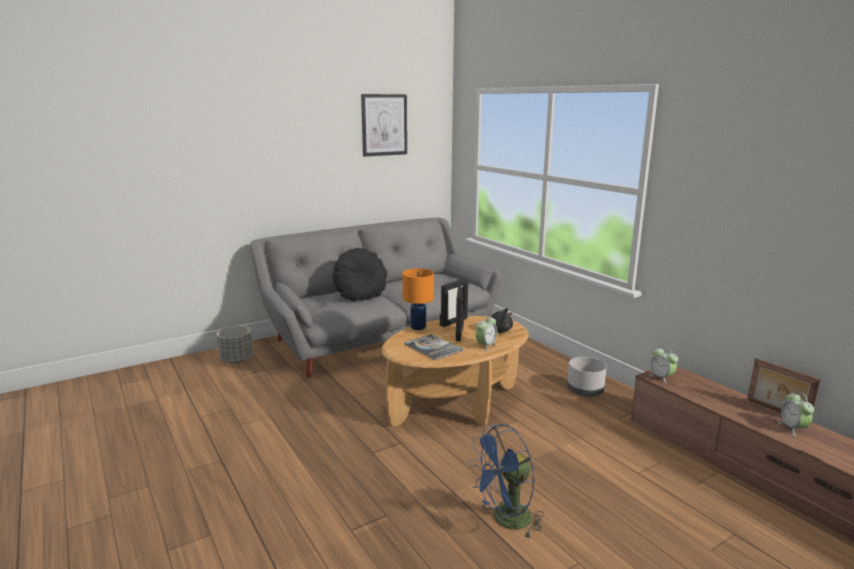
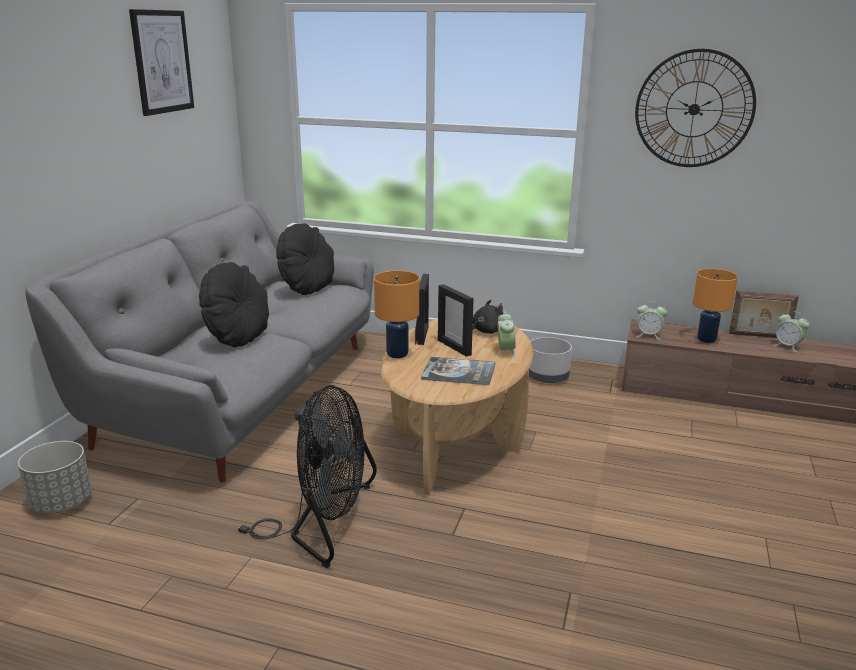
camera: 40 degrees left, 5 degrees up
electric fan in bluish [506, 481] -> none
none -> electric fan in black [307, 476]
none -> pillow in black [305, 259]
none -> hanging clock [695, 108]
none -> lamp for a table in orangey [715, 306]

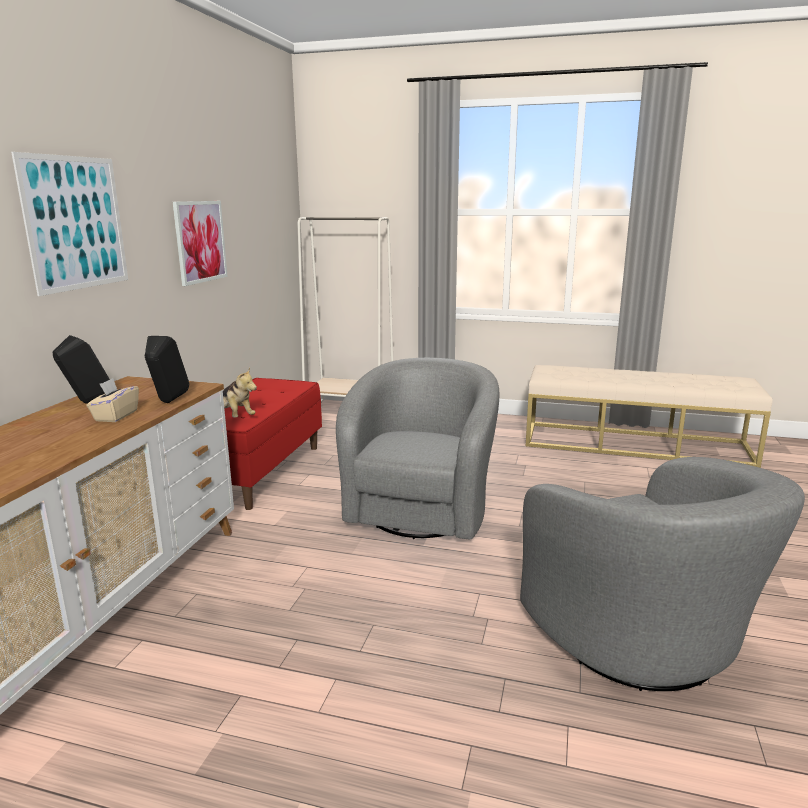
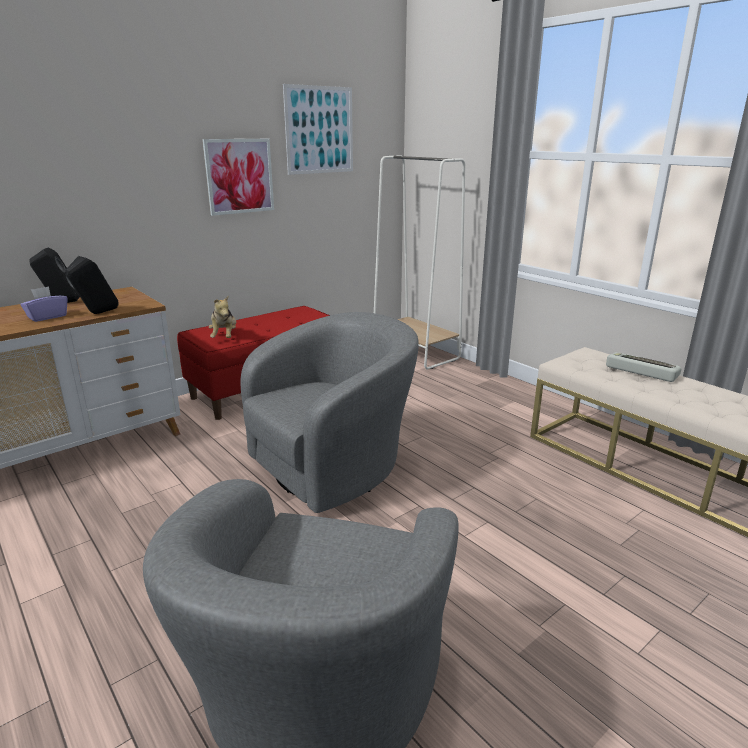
camera: 35 degrees right, 5 degrees up
picture [69, 224] -> picture [318, 129], relocated
box of tissues in sand-coloured [112, 400] -> box of tissues in purplish [44, 304]
none -> PC keyboard [643, 367]

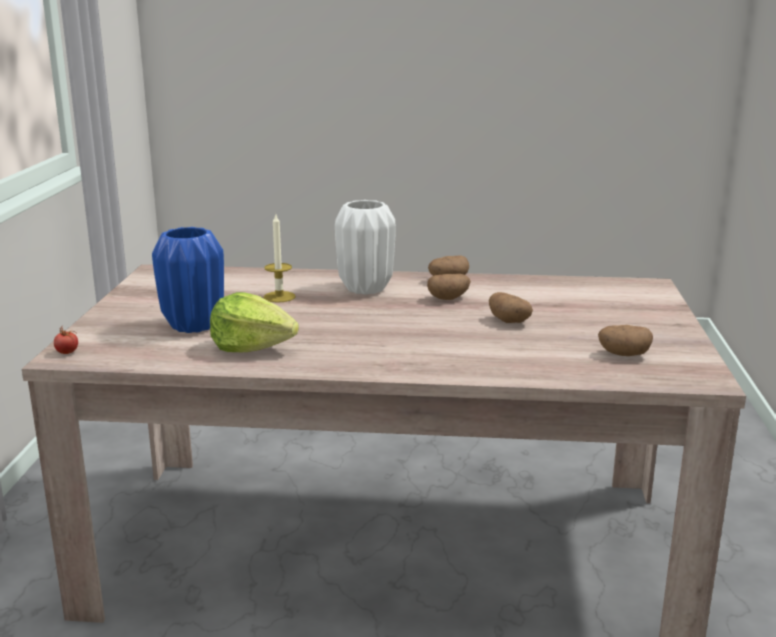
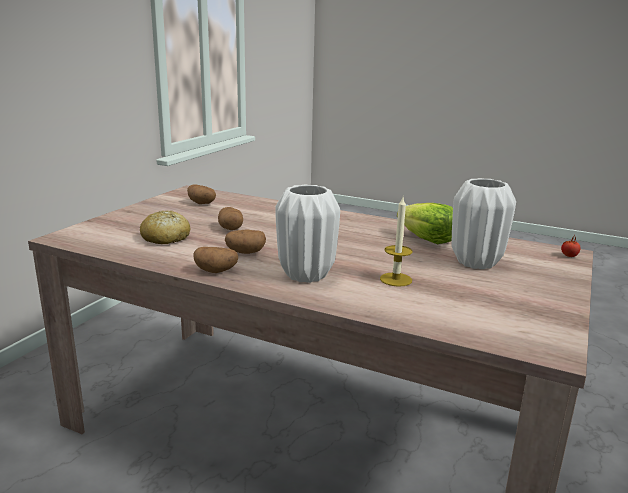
camera: 160 degrees left, 0 degrees up
vase in bluish [188, 280] -> vase in white-coloured [484, 223]
none -> baked bread [165, 227]

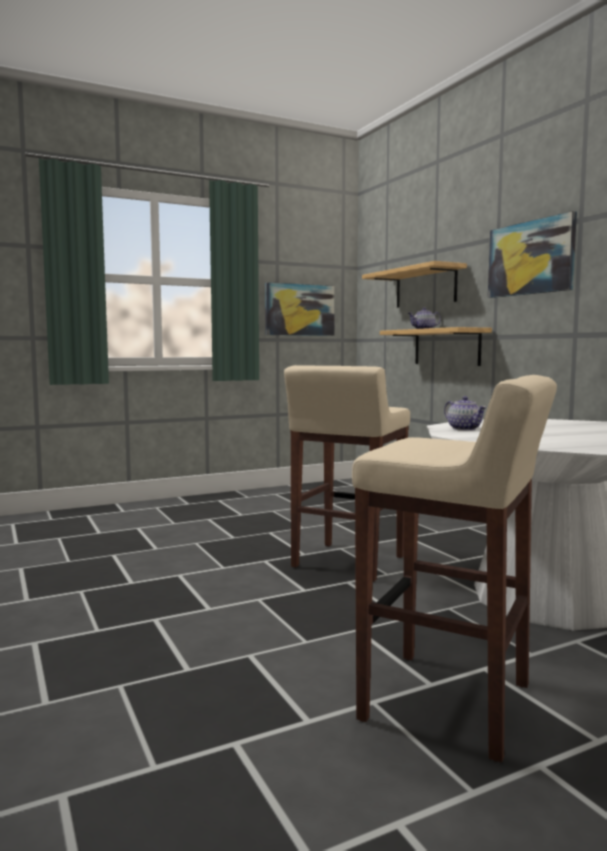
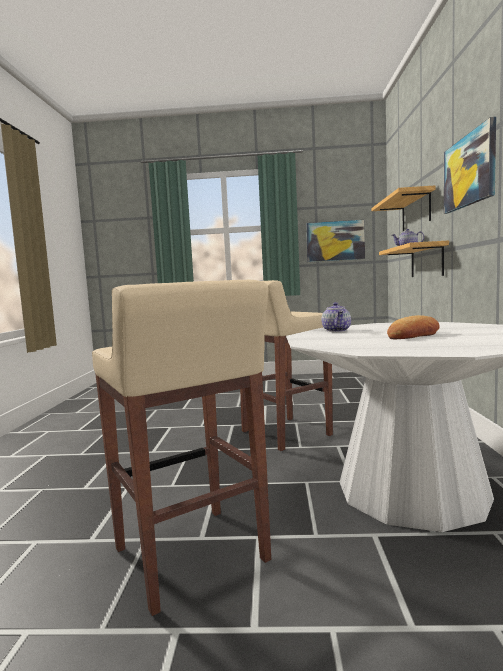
camera: 30 degrees right, 0 degrees up
none -> baked bread [413, 327]

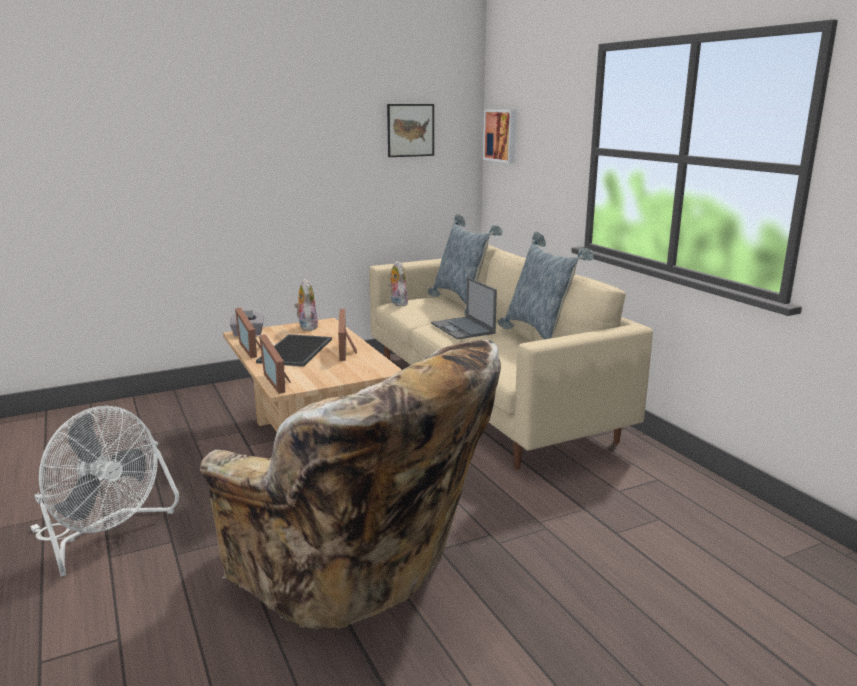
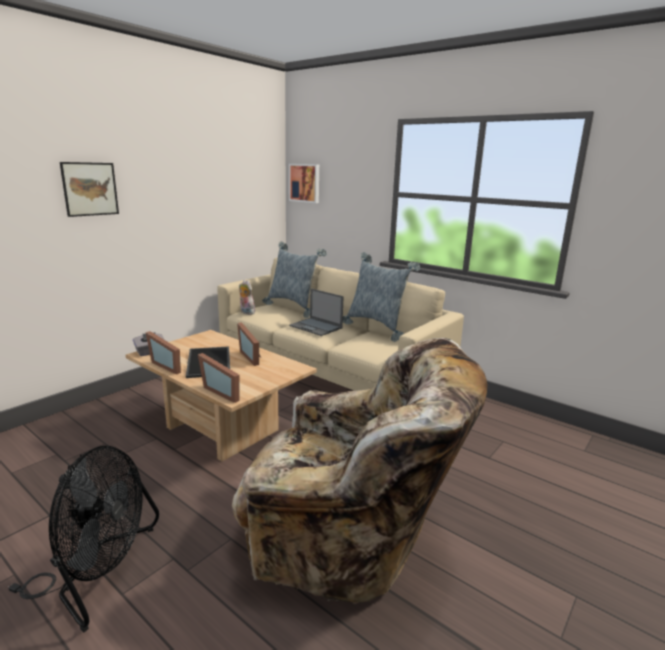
camera: 25 degrees left, 0 degrees up
electric fan in white-coloured [105, 491] -> electric fan in black [84, 539]
plush toy [306, 305] -> none
picture [410, 130] -> picture [89, 189], relocated

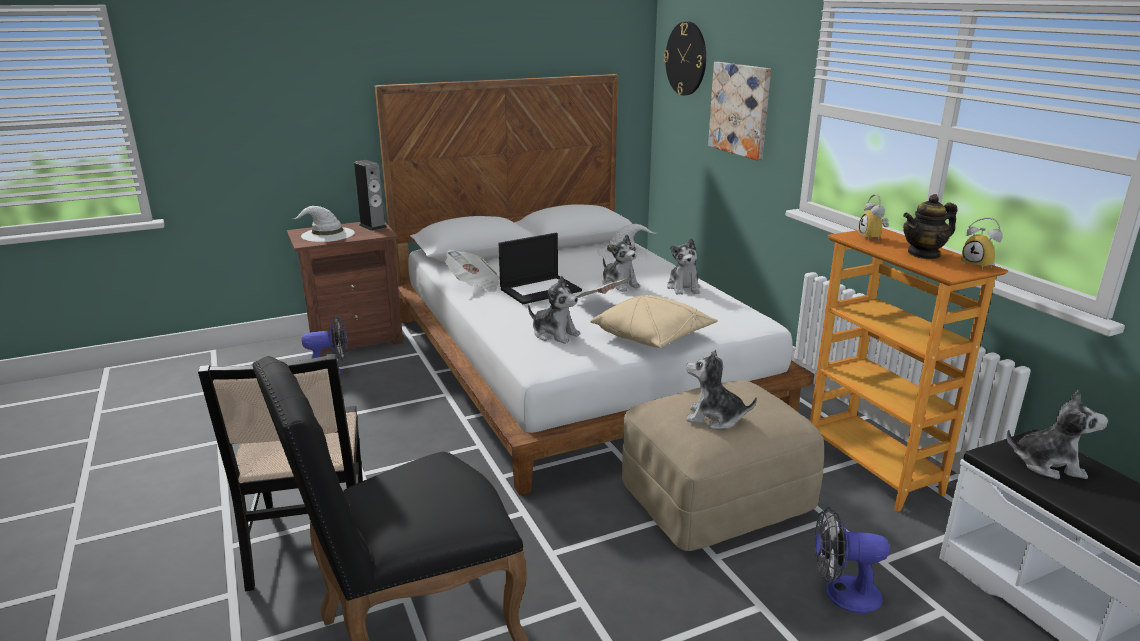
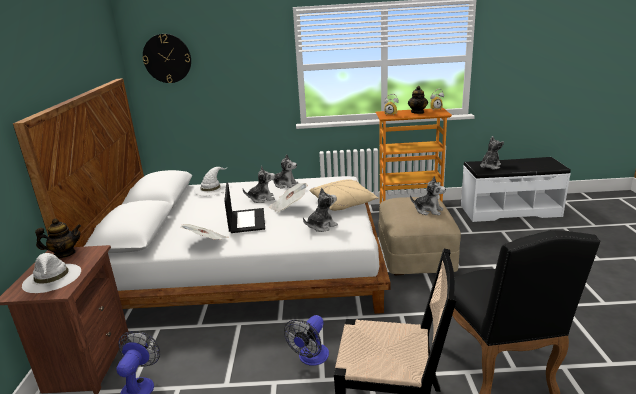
camera: 65 degrees left, 0 degrees up
loudspeaker [370, 195] -> tea pot [58, 238]
plush toy [721, 389] -> plush toy [428, 196], 105 degrees counterclockwise
picture [739, 111] -> none
electric fan [852, 560] -> electric fan [306, 340], relocated

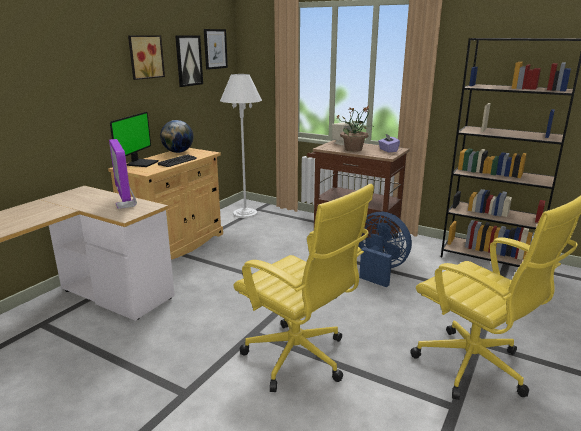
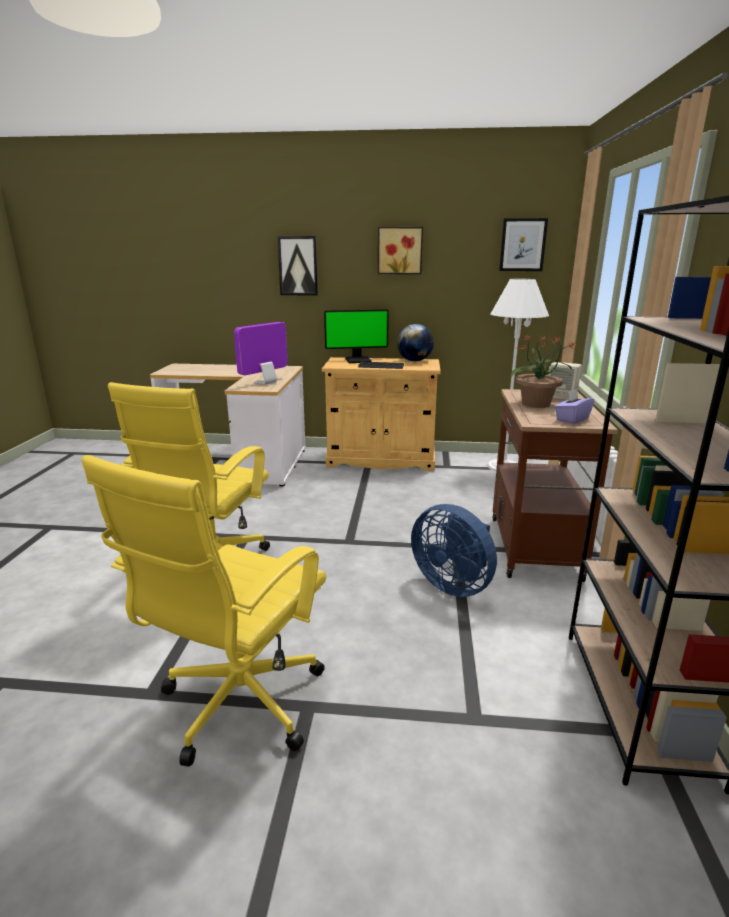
camera: 65 degrees right, 0 degrees up
picture [189, 61] -> picture [297, 266], relocated
electric fan in bluish [385, 249] -> electric fan in bluish [454, 550], 120 degrees clockwise

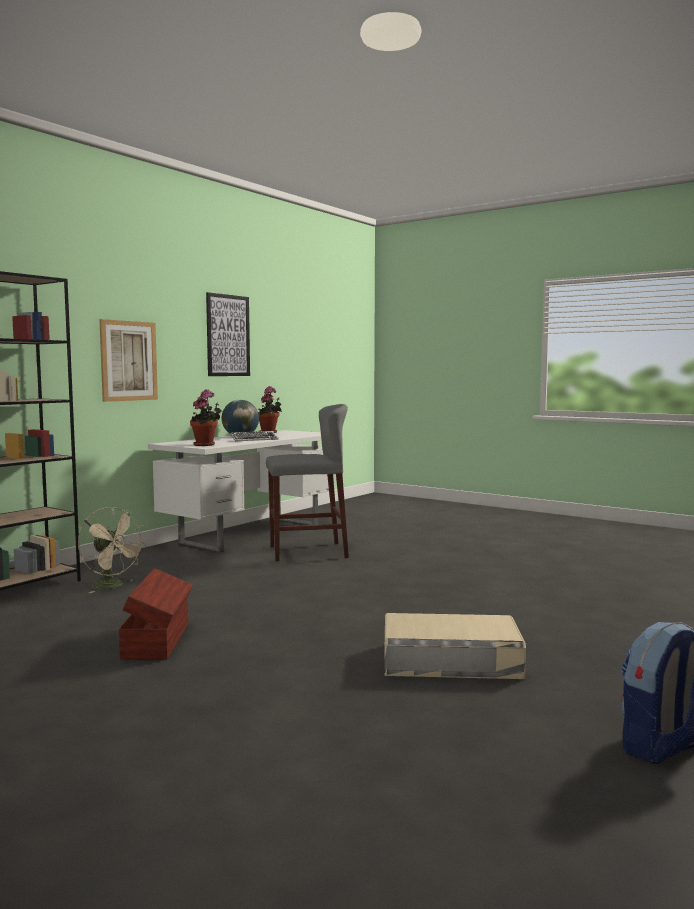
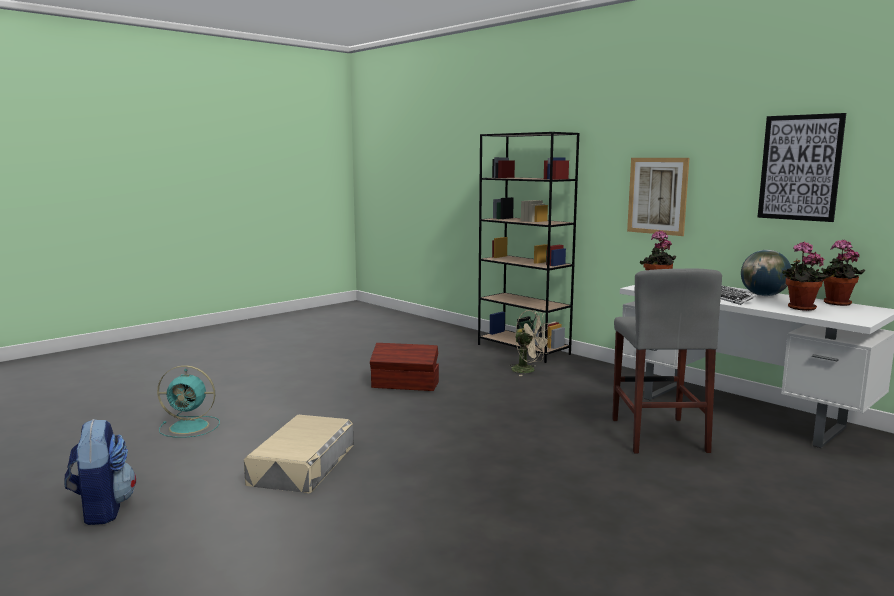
camera: 100 degrees right, 5 degrees up
electric fan in sand-coloured [112, 550] -> electric fan in sand-coloured [530, 343], 105 degrees counterclockwise
none -> electric fan in turquoise [188, 401]
none -> plant in a pot [805, 276]

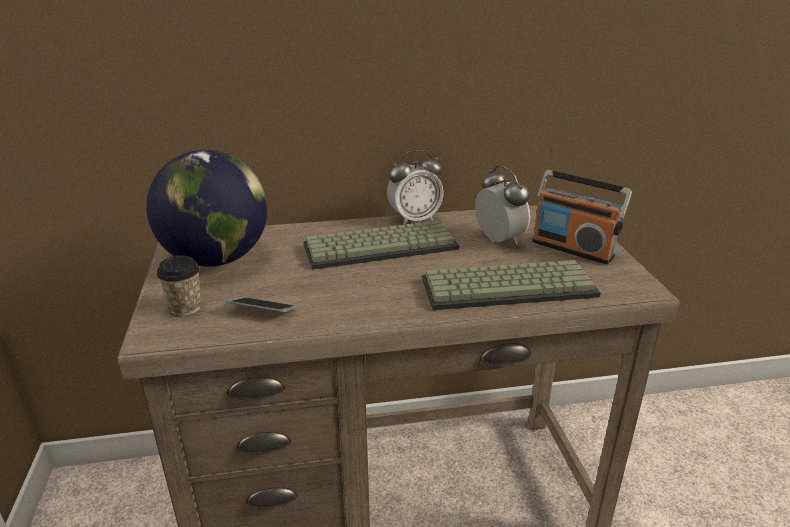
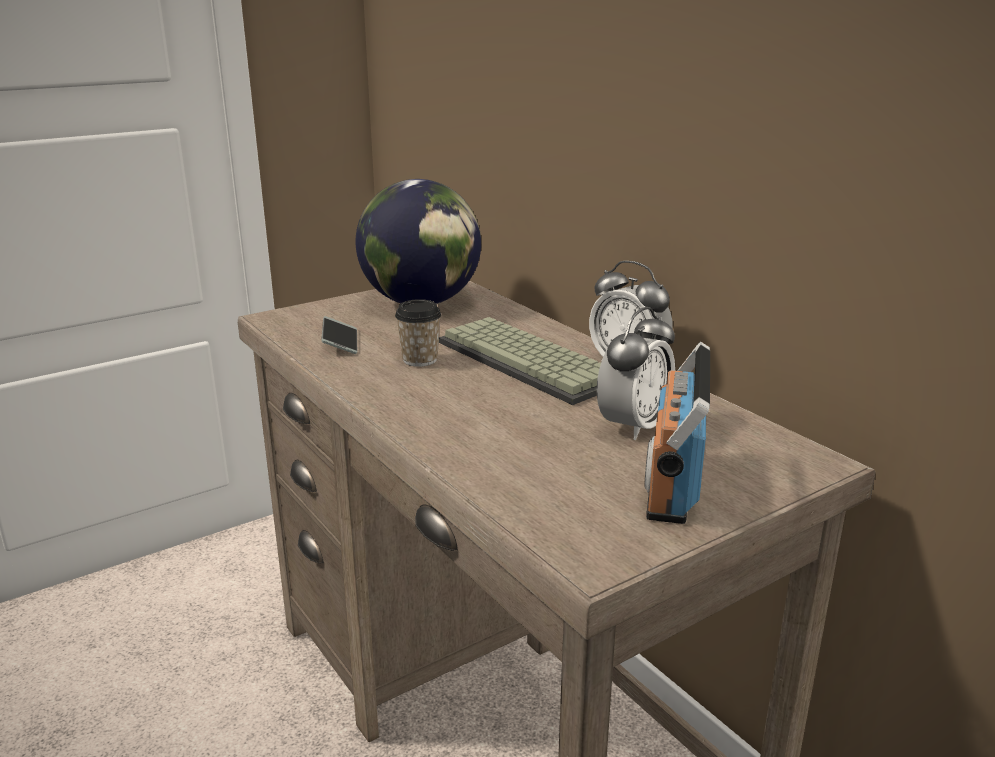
camera: 65 degrees right, 5 degrees down
cup [179, 285] -> cup [418, 333], relocated
PC keyboard [511, 285] -> none

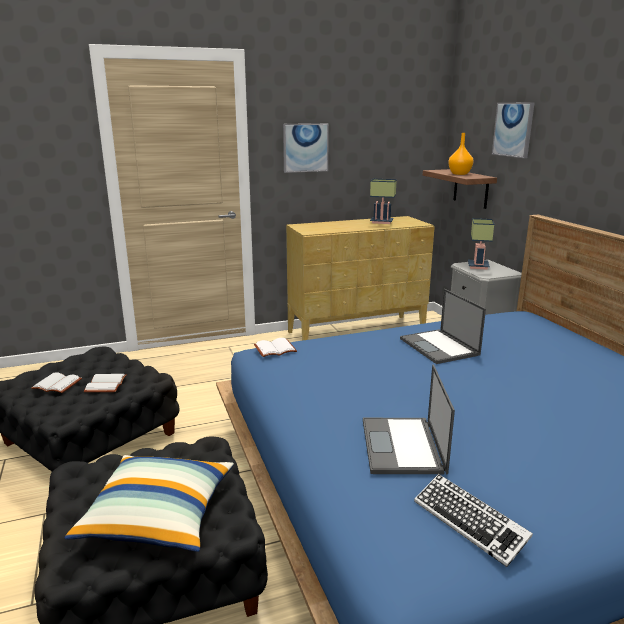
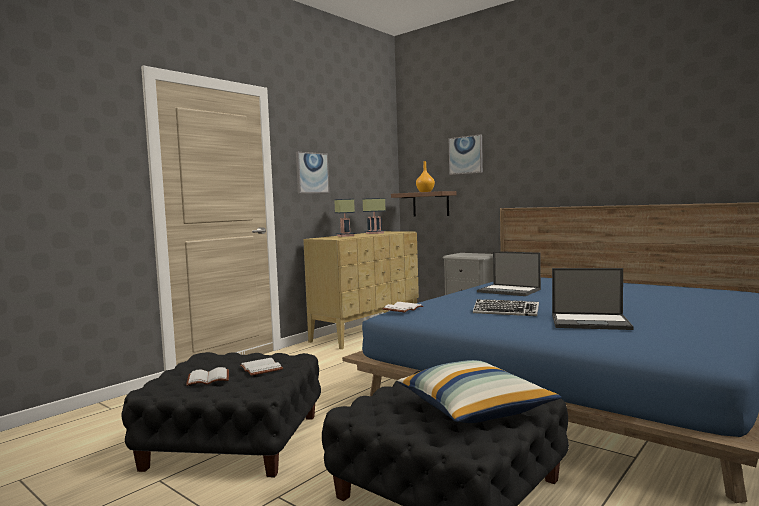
camera: 30 degrees left, 15 degrees down
portable computer [409, 419] -> portable computer [592, 299], 45 degrees counterclockwise
PC keyboard [473, 520] -> PC keyboard [506, 307], relocated
lamp for a table [481, 244] -> lamp for a table [345, 218], relocated

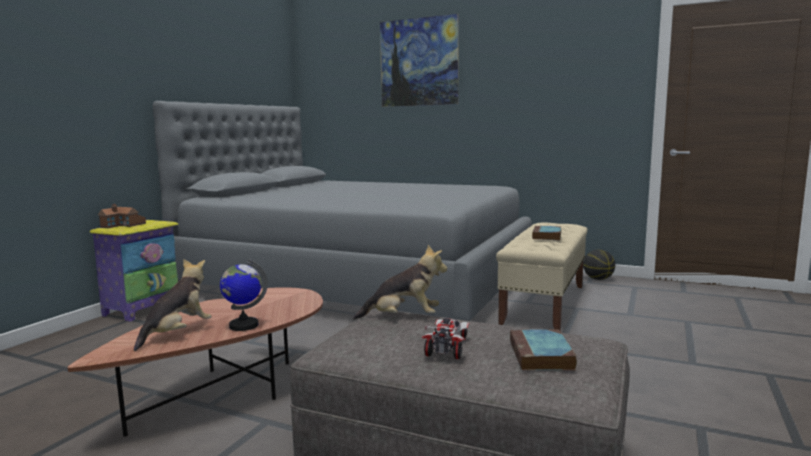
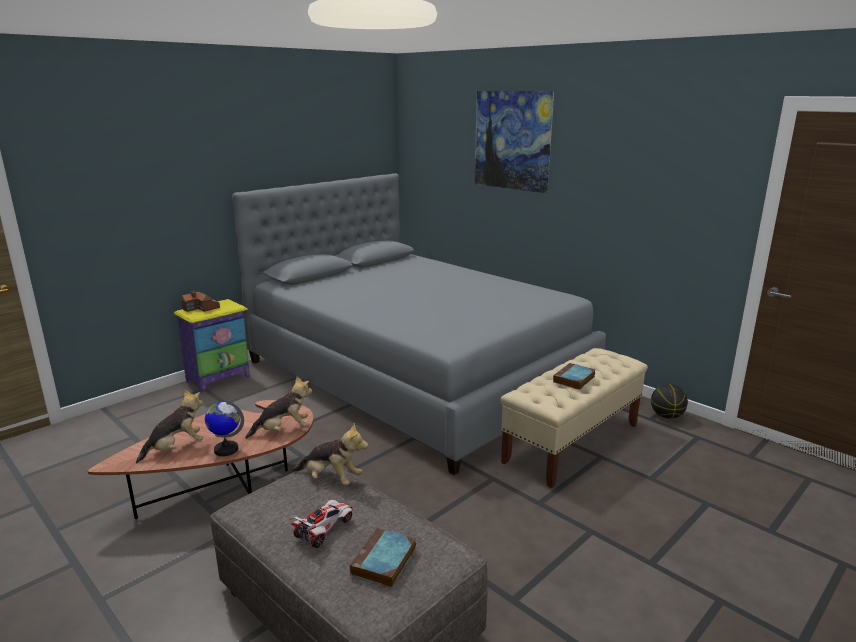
camera: 20 degrees right, 10 degrees up
none -> plush toy [278, 407]

